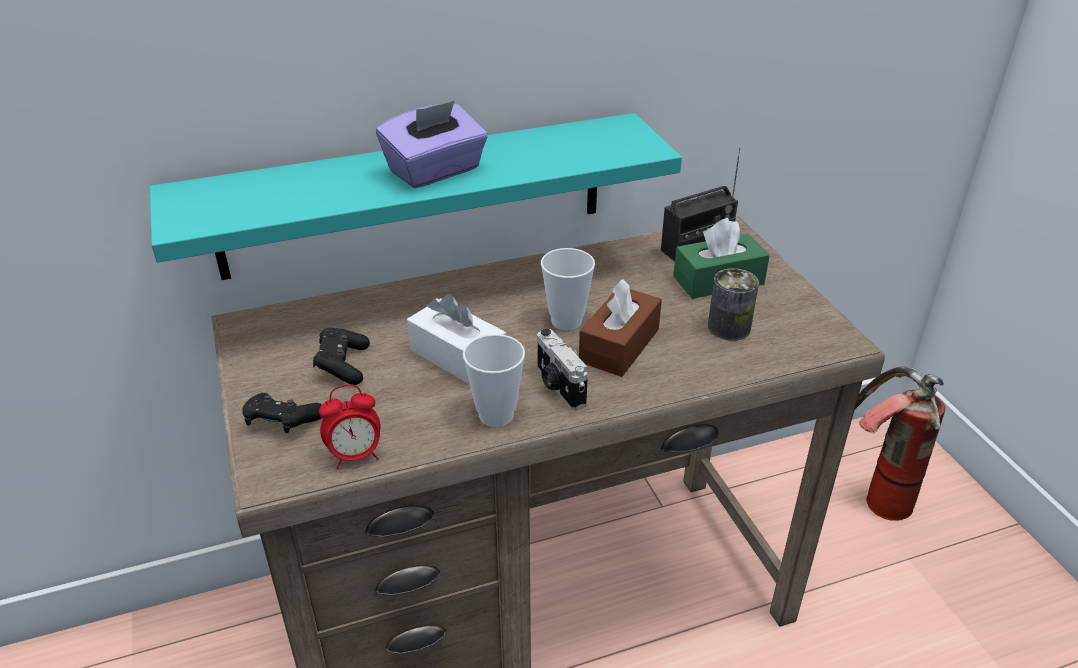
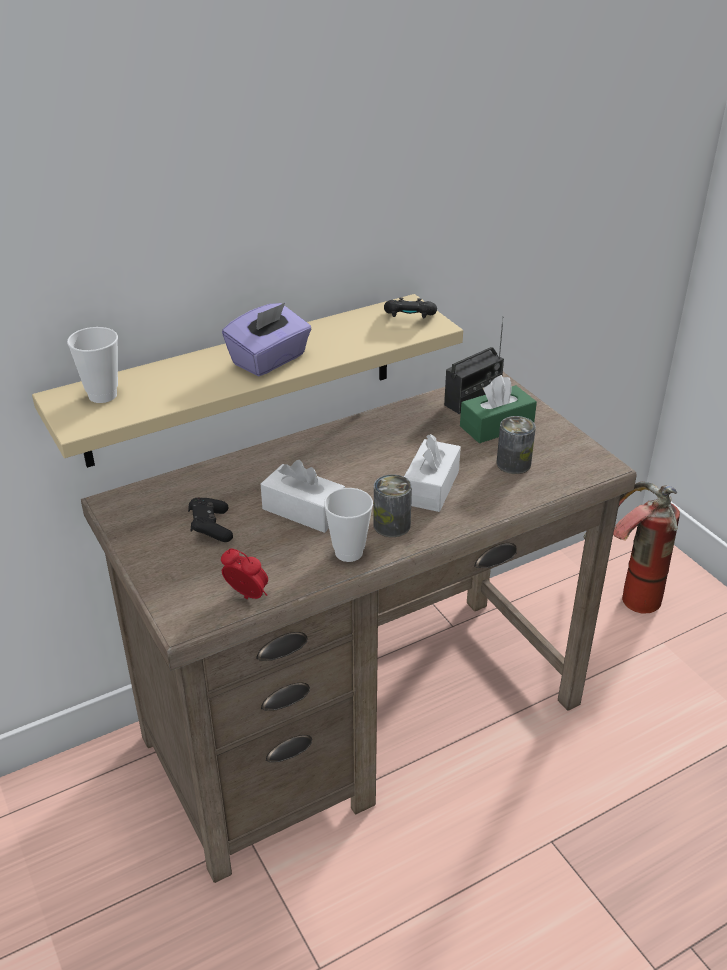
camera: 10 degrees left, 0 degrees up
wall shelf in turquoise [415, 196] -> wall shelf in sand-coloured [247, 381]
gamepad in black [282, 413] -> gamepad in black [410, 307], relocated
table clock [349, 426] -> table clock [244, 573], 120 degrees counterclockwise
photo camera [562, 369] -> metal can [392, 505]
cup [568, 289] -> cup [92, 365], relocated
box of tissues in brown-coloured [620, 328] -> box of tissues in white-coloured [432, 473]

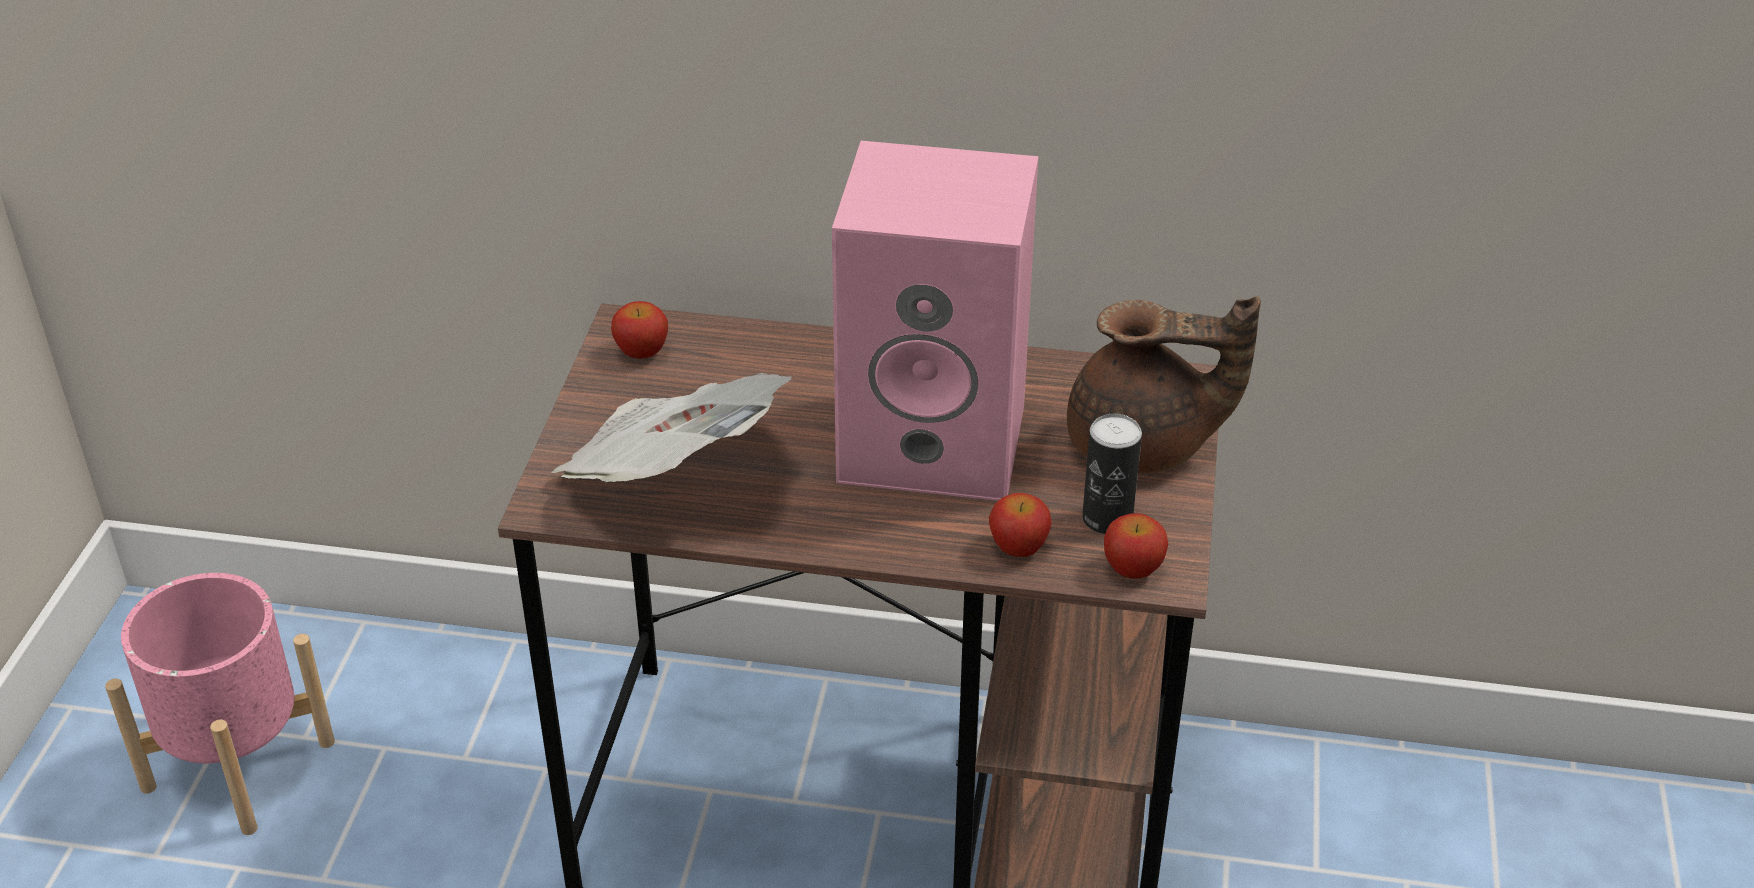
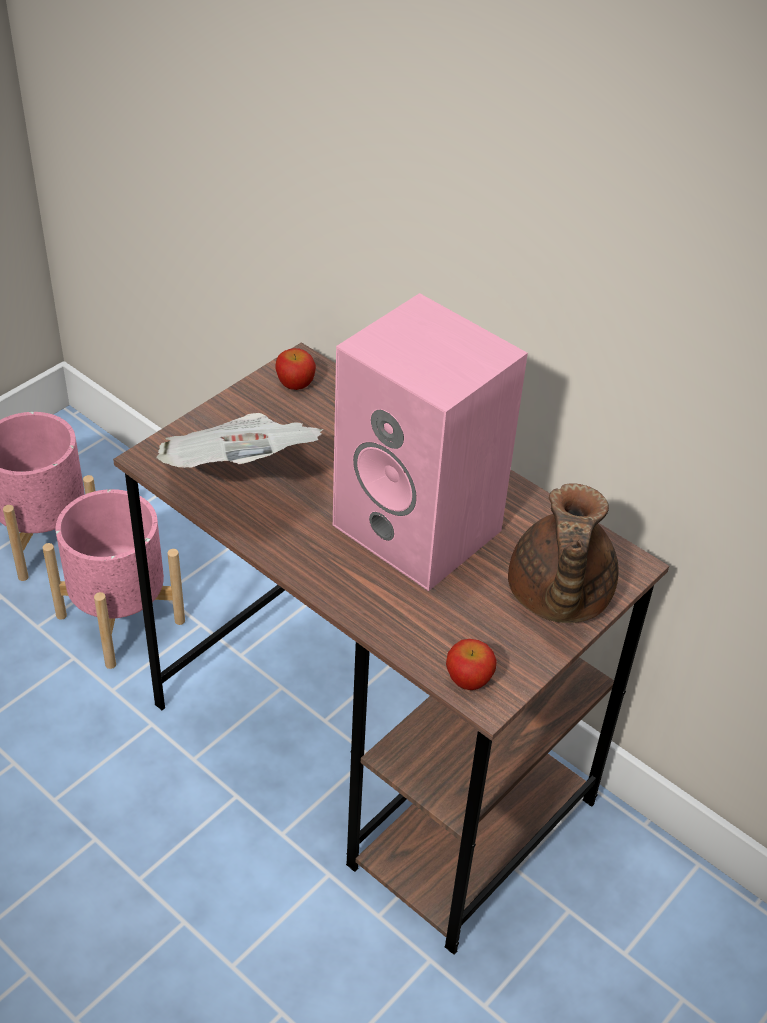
camera: 30 degrees right, 5 degrees up
whole apple [1020, 525] -> none
tea pot in brown-coloured [1164, 385] -> tea pot in brown-coloured [563, 553], 60 degrees clockwise
metal can [1112, 474] -> none
none -> flower pot in pink-coloured [114, 579]

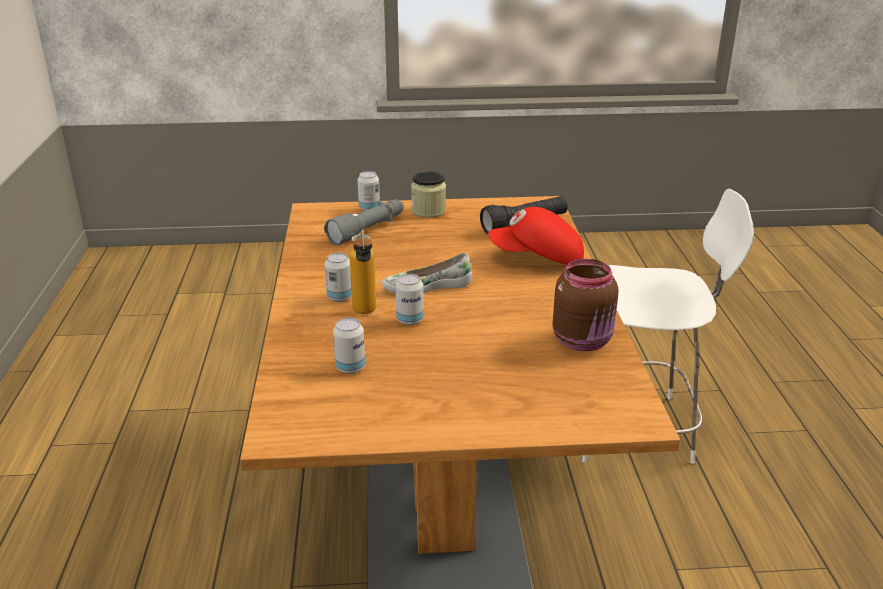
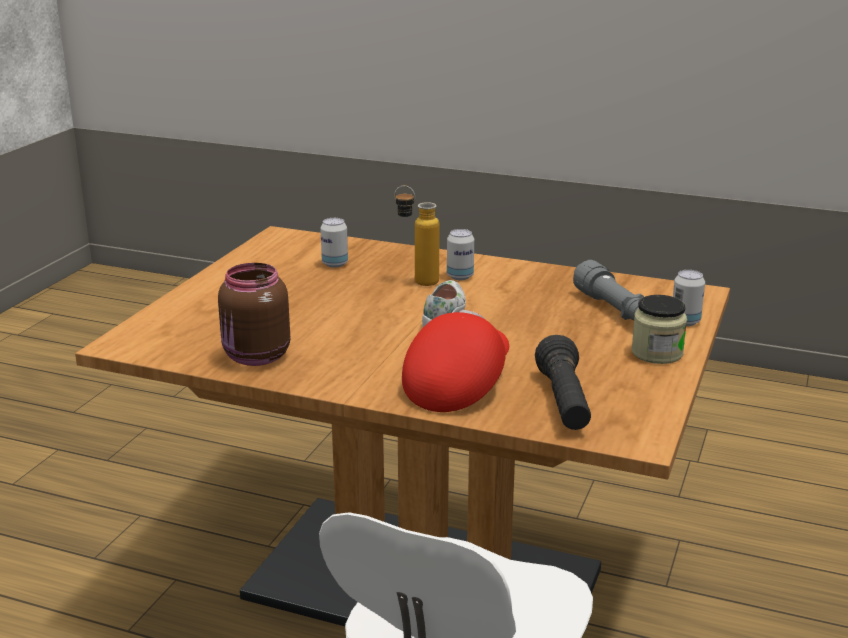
camera: 115 degrees right, 5 degrees down
metal can [409, 299] -> none

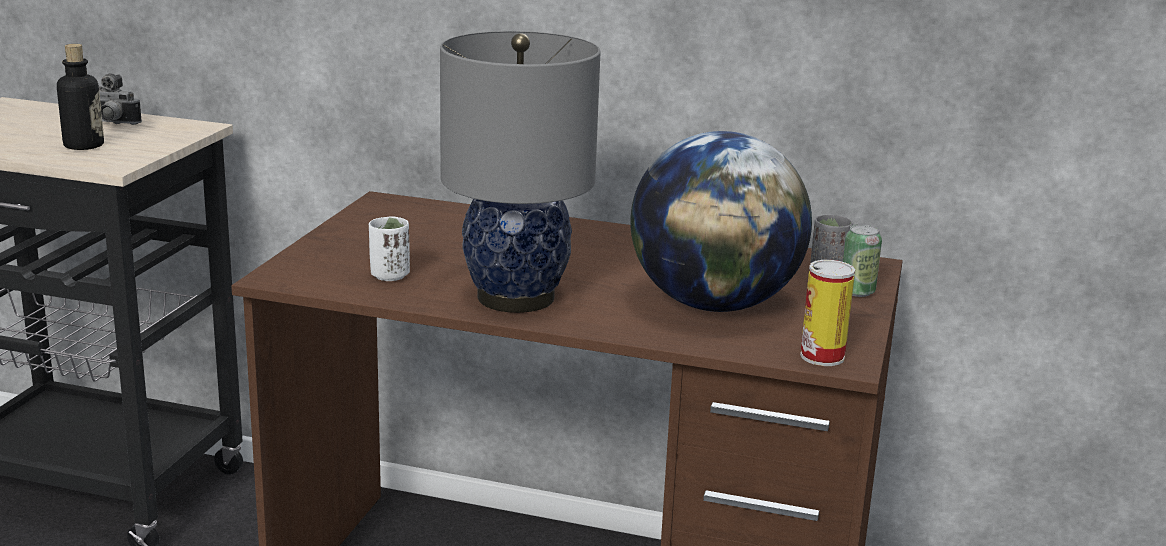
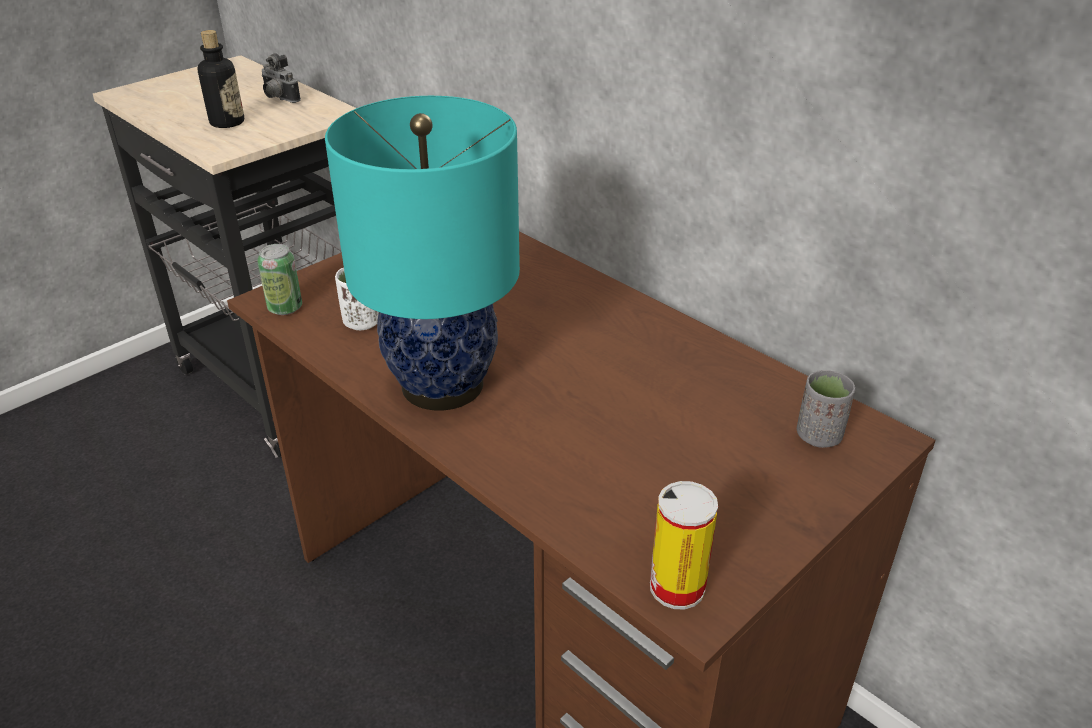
camera: 30 degrees right, 15 degrees up
lamp for a table in gray [520, 172] -> lamp for a table in turquoise [422, 253]
world globe [721, 221] -> none
metal can [862, 260] -> metal can [279, 279], relocated

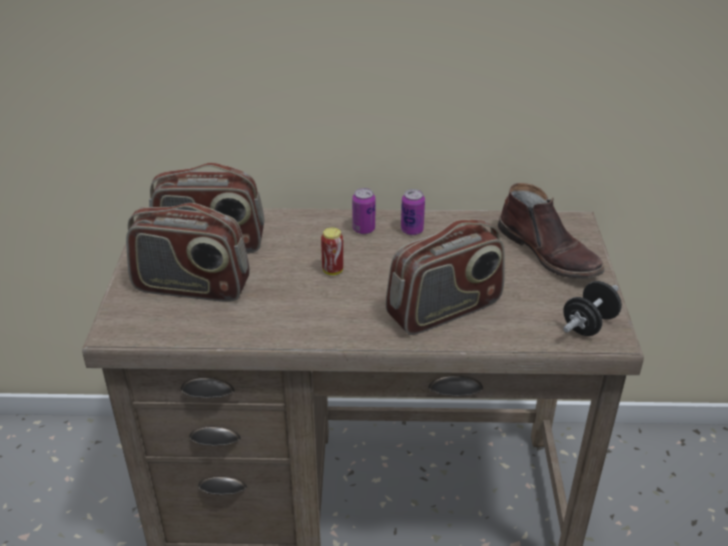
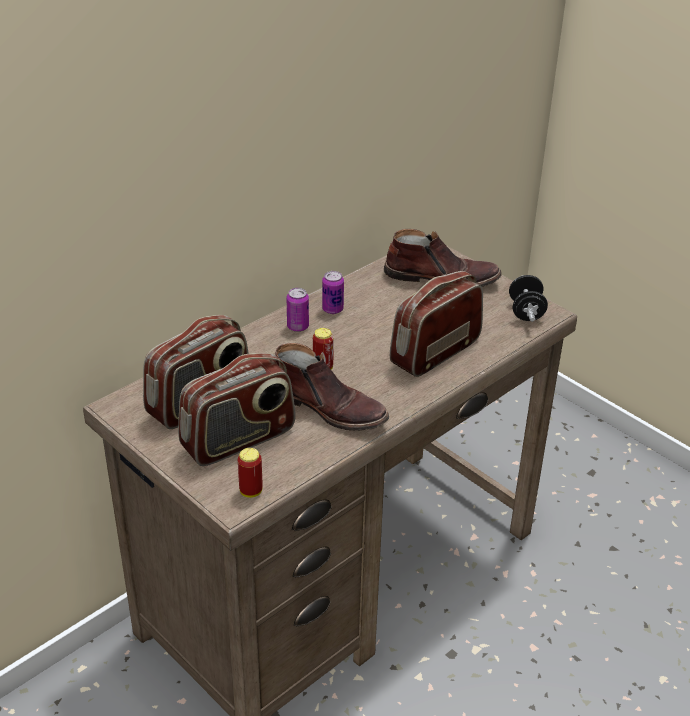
camera: 45 degrees left, 0 degrees up
radio set [445, 277] -> radio set [436, 324], 150 degrees counterclockwise
none -> metal can [250, 473]
none -> tall boot in brown-coloured [331, 387]

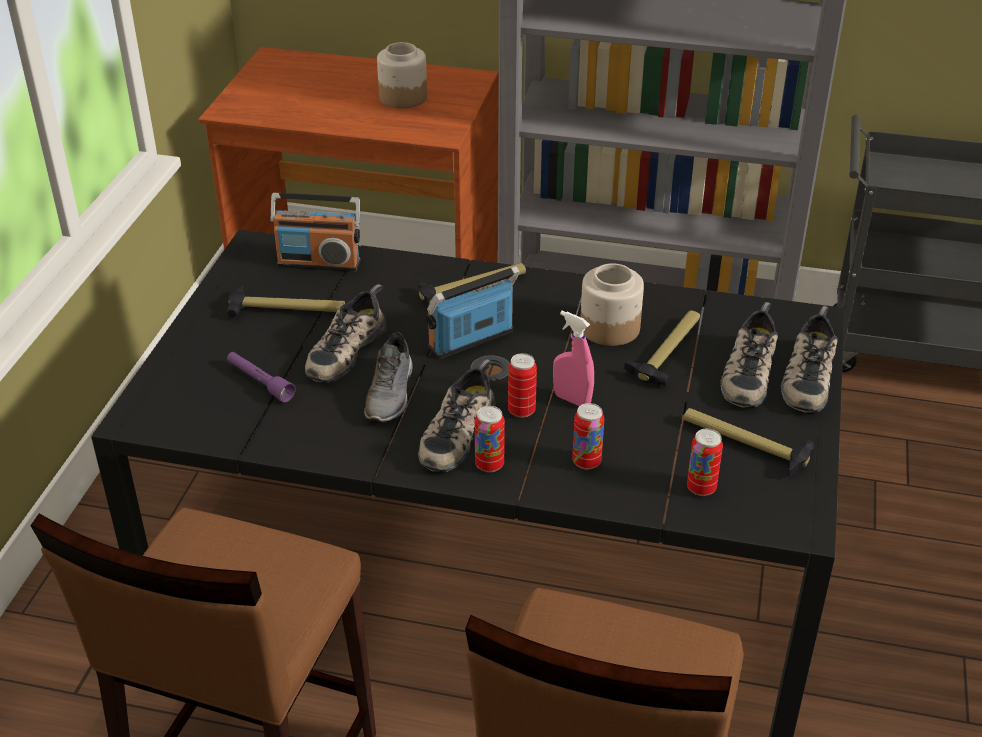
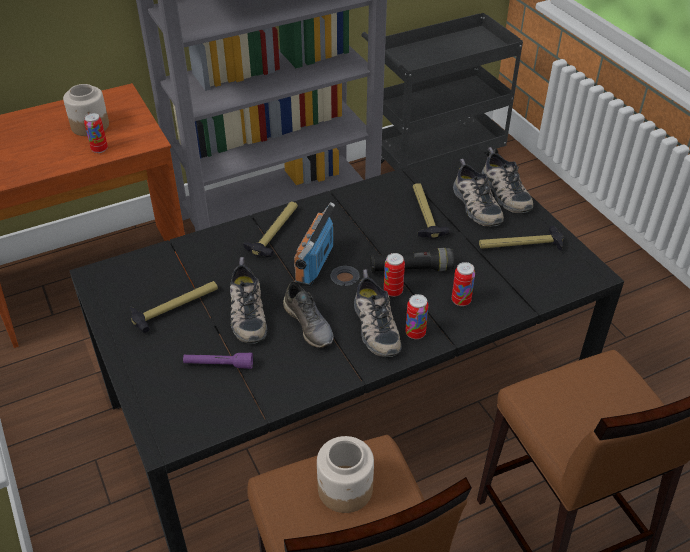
camera: 40 degrees left, 5 degrees up
radio set [315, 232] -> none
hand sprayer in pink-coloured [573, 358] -> torch in black [412, 260]
storage jar [612, 304] -> storage jar [345, 474], relocated
metal can [705, 462] -> metal can [96, 133], relocated

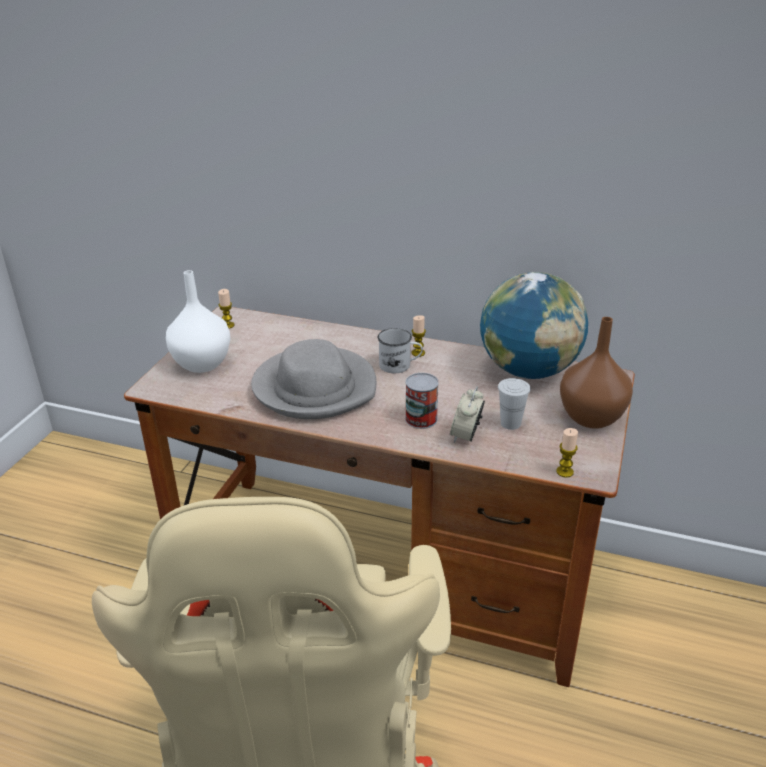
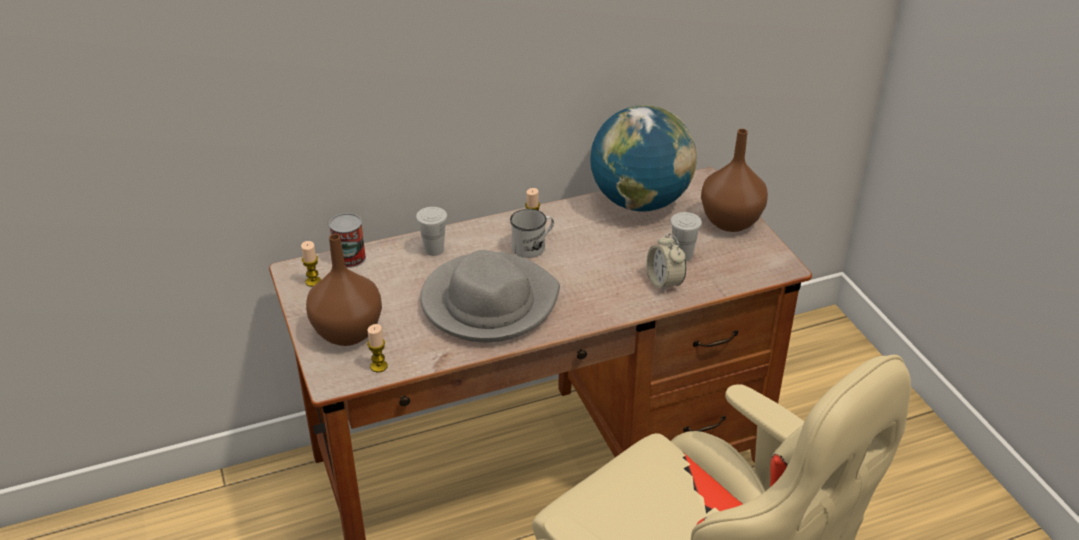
camera: 40 degrees left, 5 degrees up
vase in white-coloured [198, 321] -> vase in brown-coloured [344, 290]
metal can [422, 401] -> metal can [347, 240], relocated
wax light [567, 453] -> wax light [377, 348], relocated
none -> cup in white-coloured [431, 231]

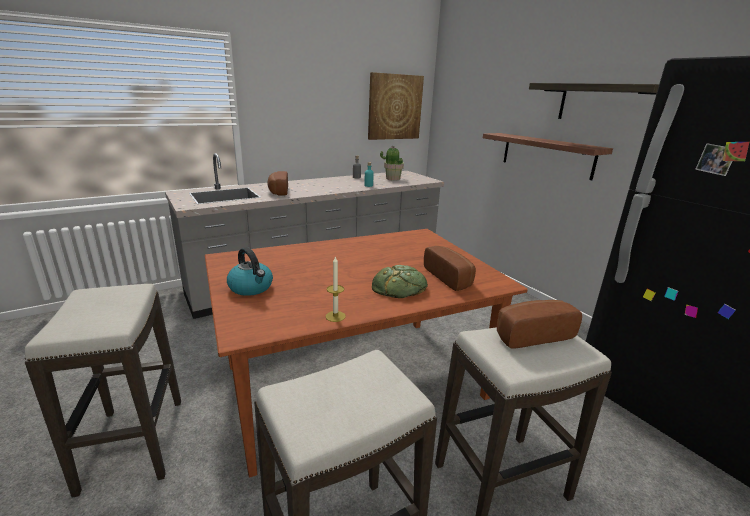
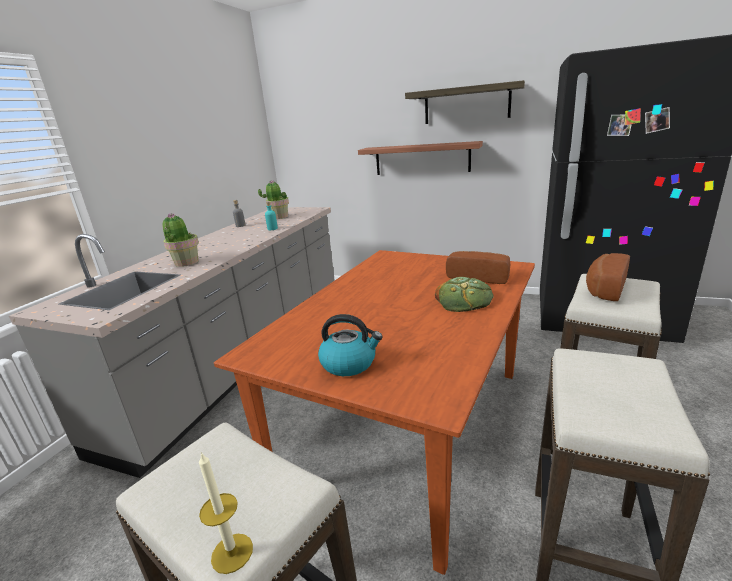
camera: 35 degrees left, 0 degrees up
baked bread [277, 183] -> plant in a pot [180, 240]
wax light [335, 289] -> wax light [226, 513], relocated
picture [396, 106] -> none

